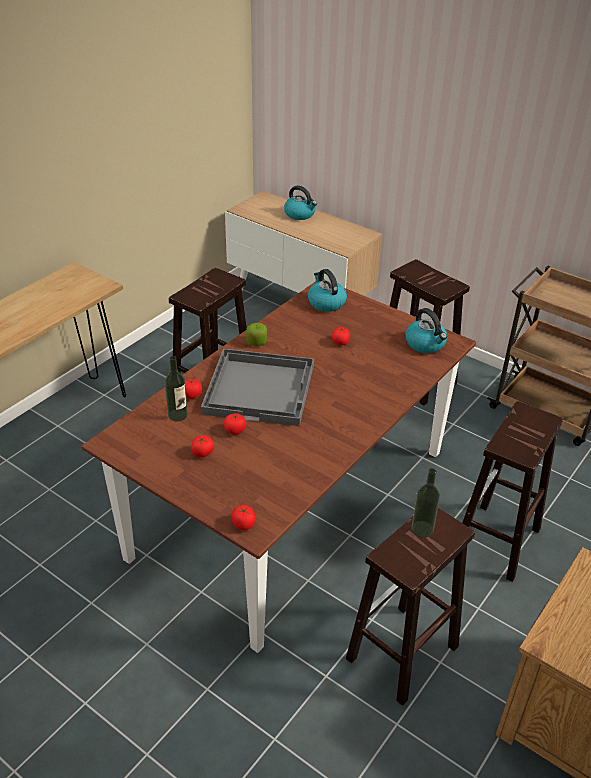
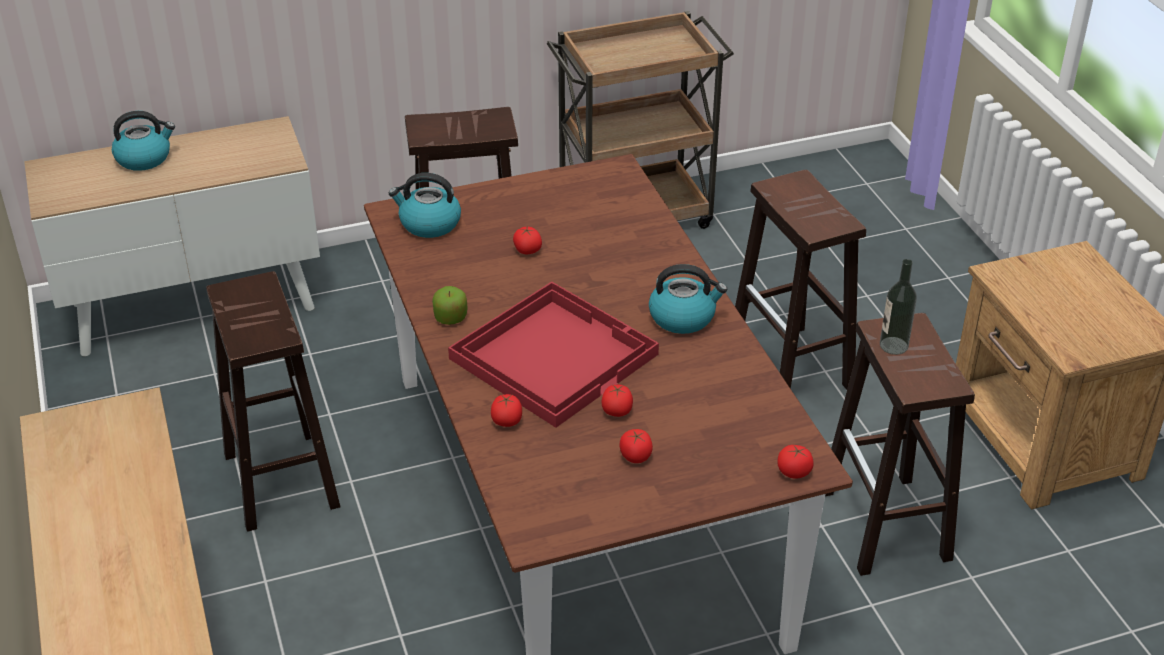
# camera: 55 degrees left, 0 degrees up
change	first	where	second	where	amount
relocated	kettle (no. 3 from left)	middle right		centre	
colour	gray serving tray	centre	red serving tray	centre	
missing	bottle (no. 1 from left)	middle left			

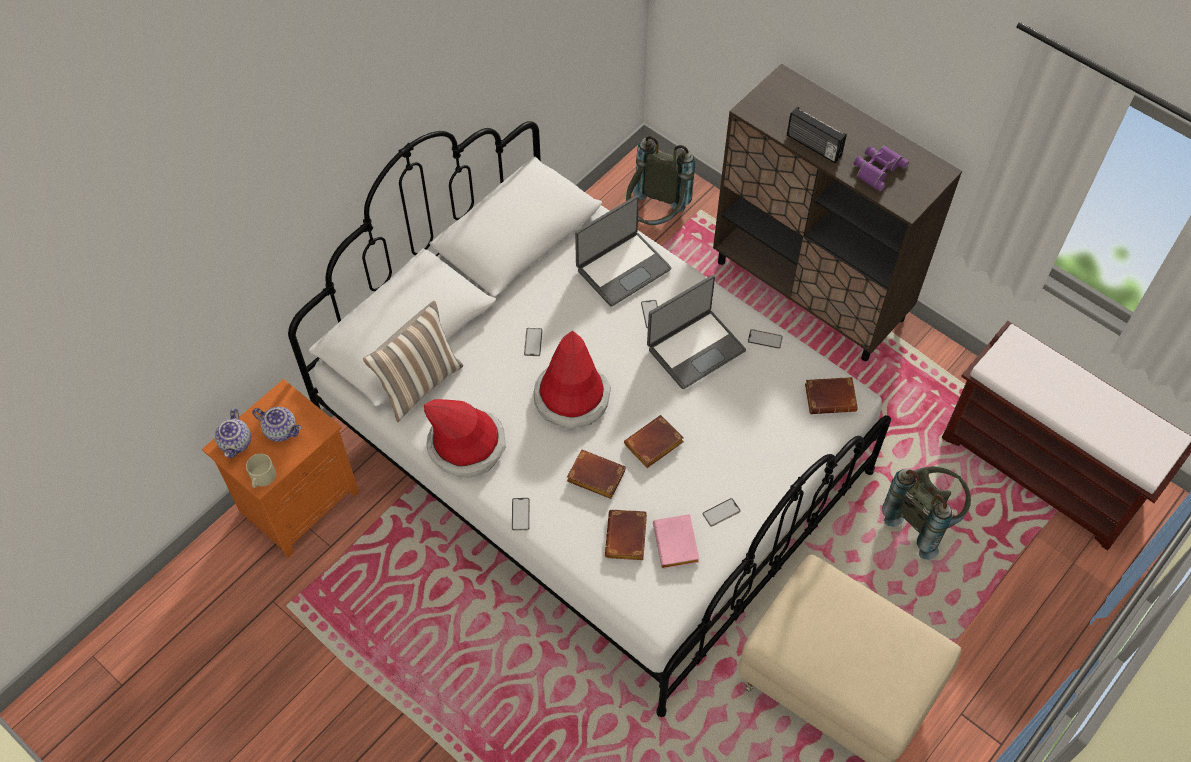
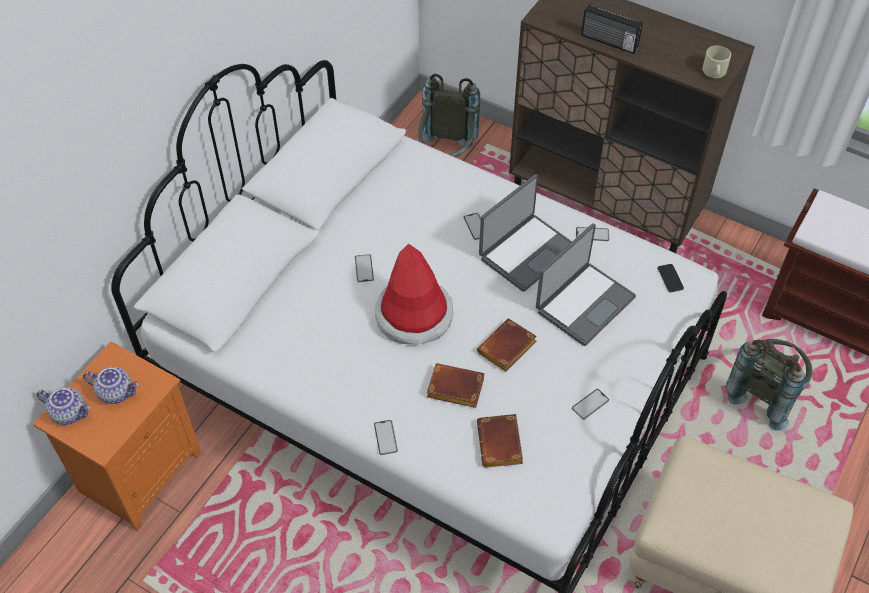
# camera: 10 degrees left, 5 degrees down
change	first	where	second	where	amount
missing	purplish pair of binoculars	top right			
relocated	notebook computer (no. 1 from left in the first image)	top centre	notebook computer (no. 2 from left)	middle right	
missing	cushion	centre			
exchanged	brownish volume (no. 4 from left)	middle right	telephone (no. 6 from left)	middle right	
missing	clothing hat (no. 1 from left)	centre			
spun	tea pot (no. 1 from left)	middle left		bottom left	60 degrees counterclockwise
relocated	sand-coloured mug	middle left		top right	
missing	pink volume	bottom centre			

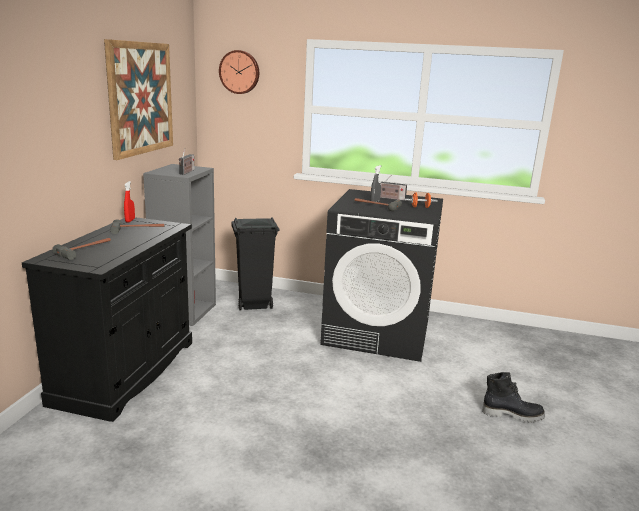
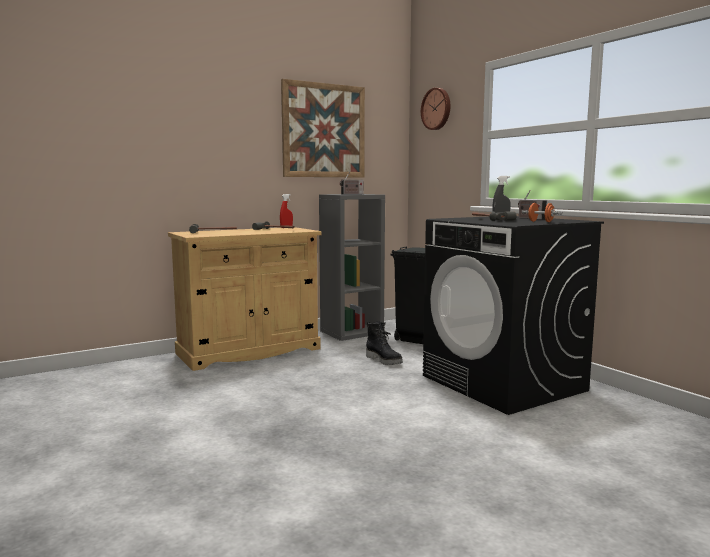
# camera: 45 degrees right, 10 degrees down
change	first	where	second	where	amount
colour	black storage cabinet	middle left	sand-coloured storage cabinet	centre	
relocated	black boot	bottom right		centre	

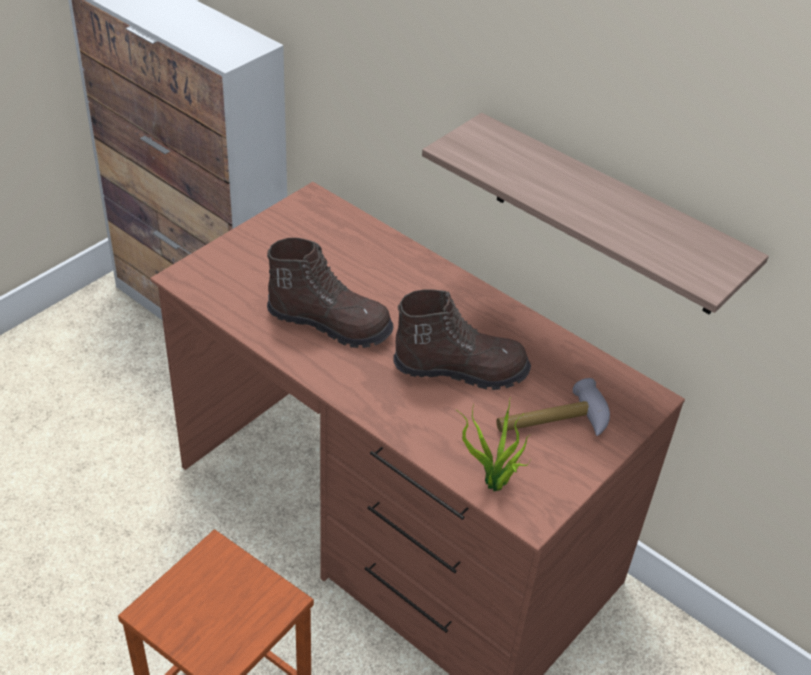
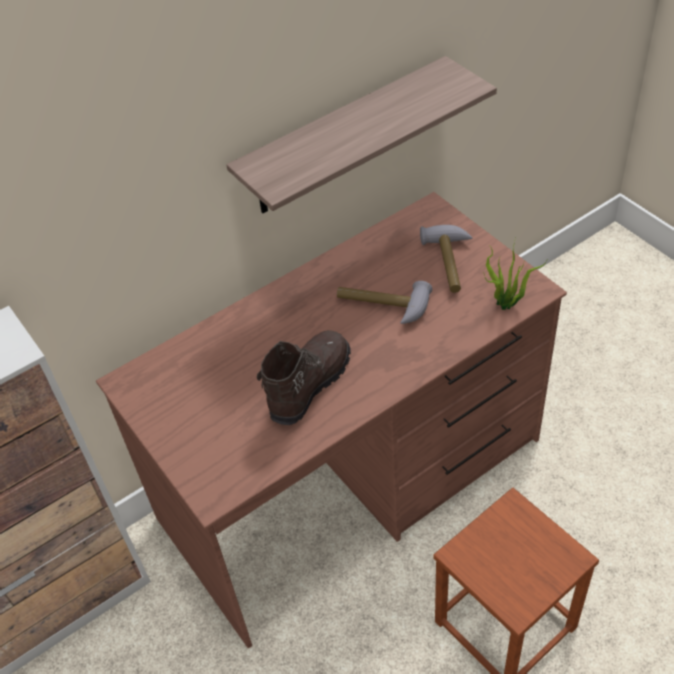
# camera: 70 degrees left, 5 degrees up
change	first	where	second	where	amount
exchanged	brownish boot (no. 2 from left)	centre	hammer (no. 1 from left)	centre	

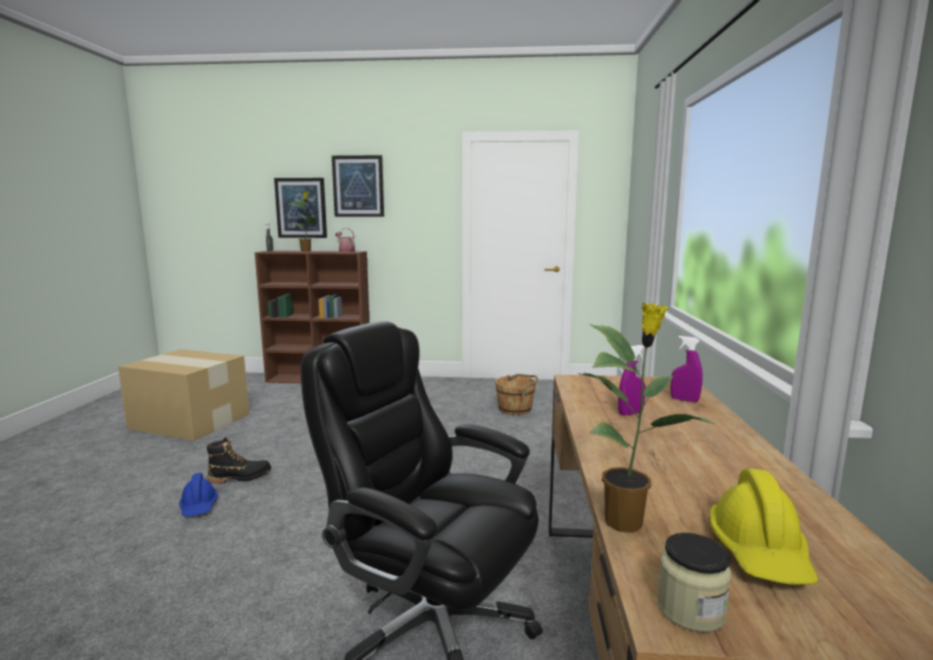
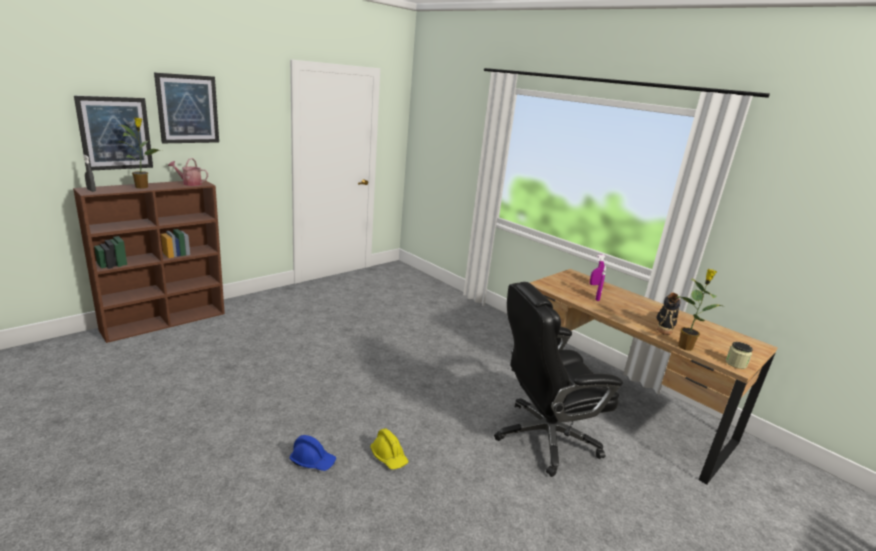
# camera: 50 degrees left, 10 degrees up
change	first	where	second	where	amount
missing	packing box	middle left			
missing	brownish water bucket	centre			
relocated	black boot	bottom left		middle right	
relocated	yellow-coloured work helmet	bottom right		bottom centre	

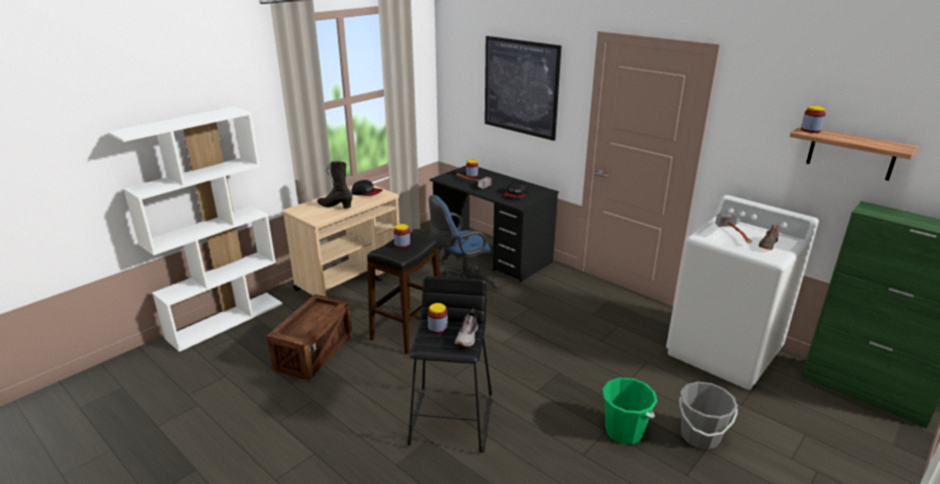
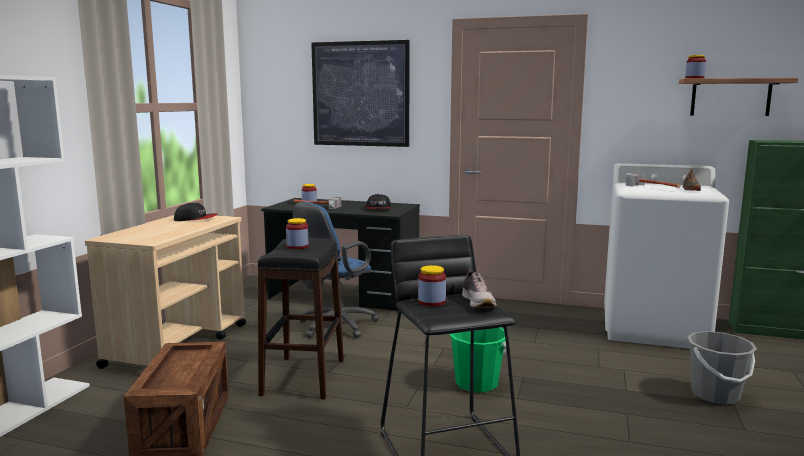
# camera: 25 degrees left, 15 degrees down
change	first	where	second	where	amount
missing	black boot	centre			
relocated	green-coloured water bucket	bottom right		bottom centre	

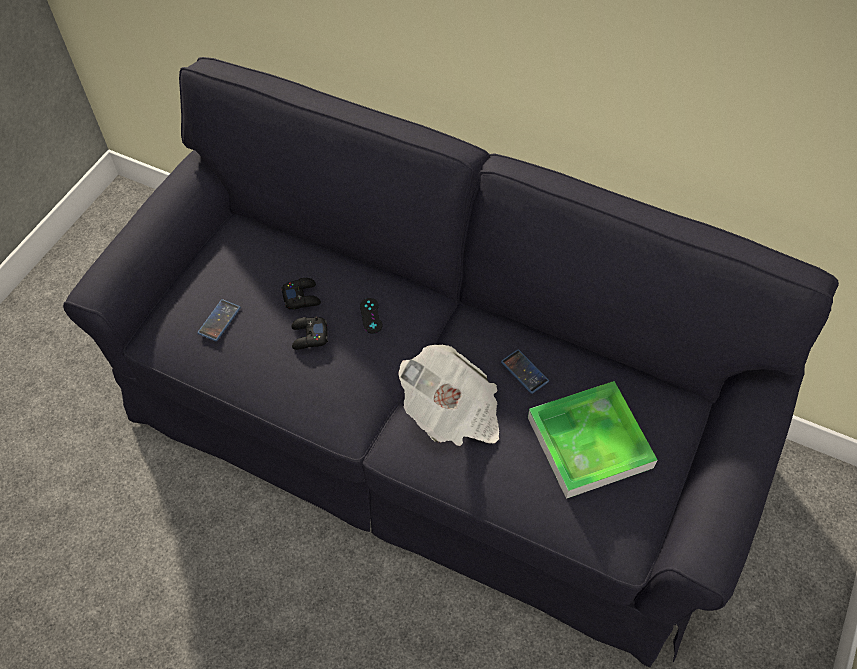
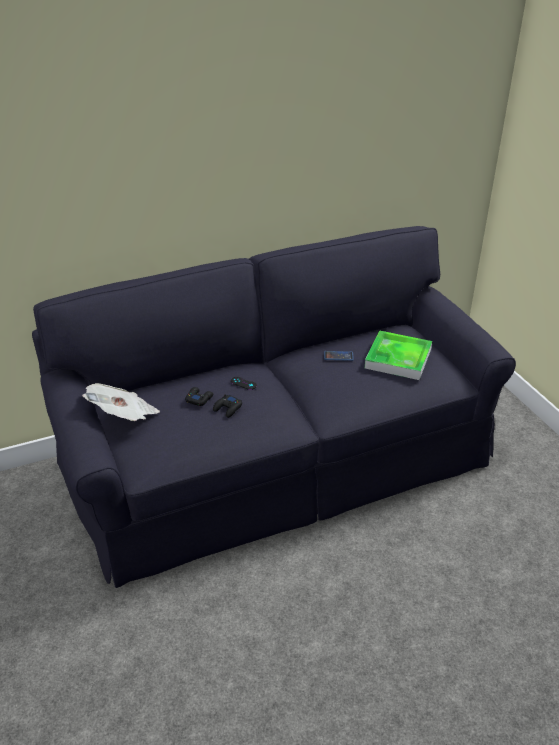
# camera: 50 degrees left, 20 degrees down
change	first	where	second	where	amount
missing	telephone (no. 1 from left)	middle left			
relocated	printed paper	centre		middle left	

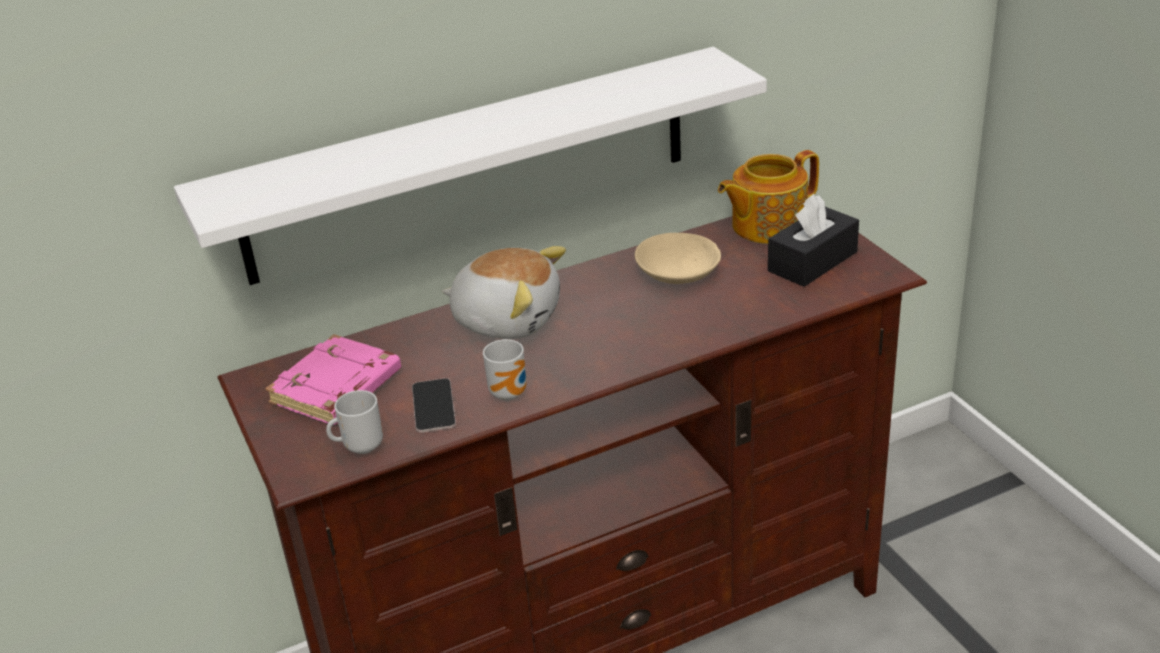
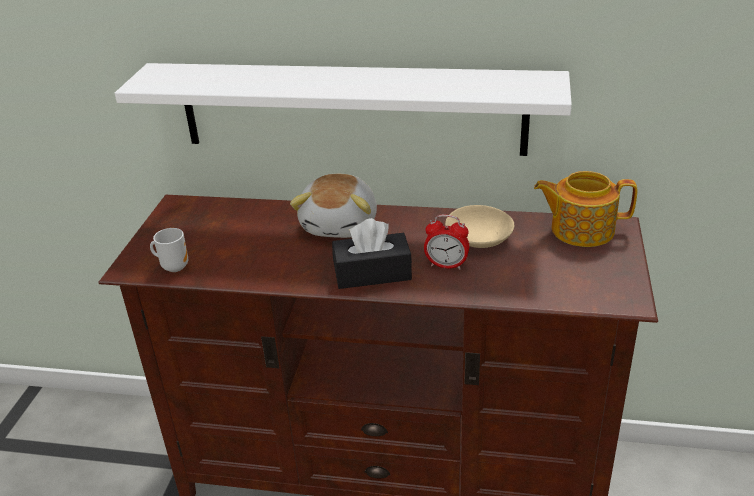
# camera: 35 degrees right, 0 degrees up
change	first	where	second	where	amount
relocated	black box of tissues	middle right		centre	
spun	cuddly toy	centre		centre	45 degrees clockwise
missing	pink volume	middle left			
missing	mug (no. 2 from left)	centre			
missing	telephone	centre			
appeared			alarm clock	centre	

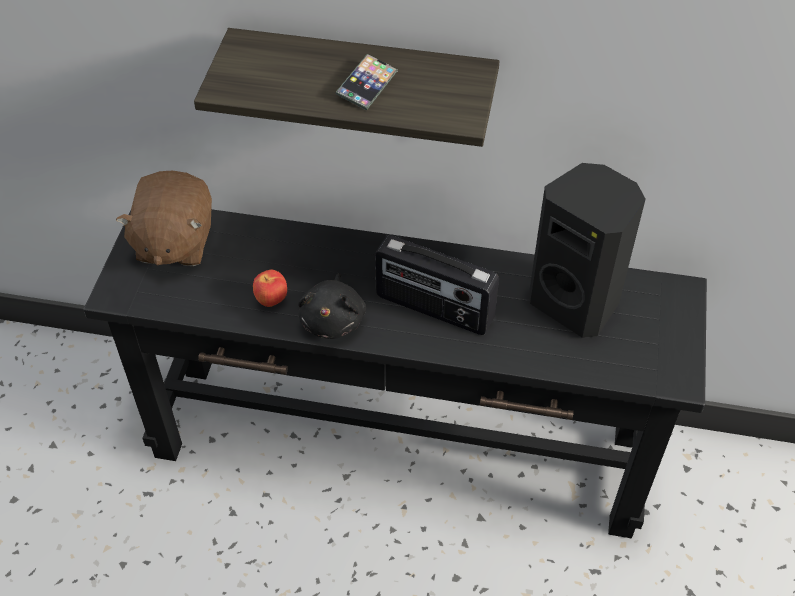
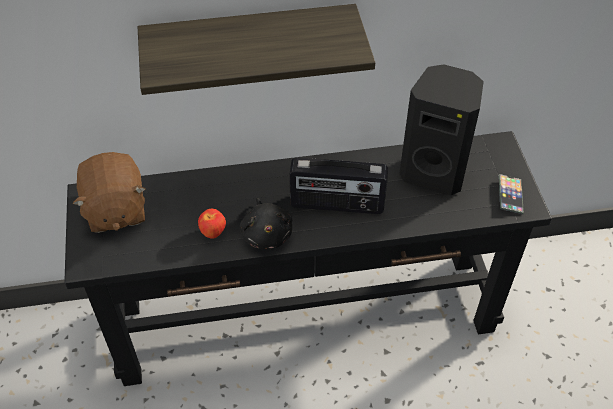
# camera: 20 degrees left, 0 degrees up
change	first	where	second	where	amount
relocated	telephone	top centre		middle right	

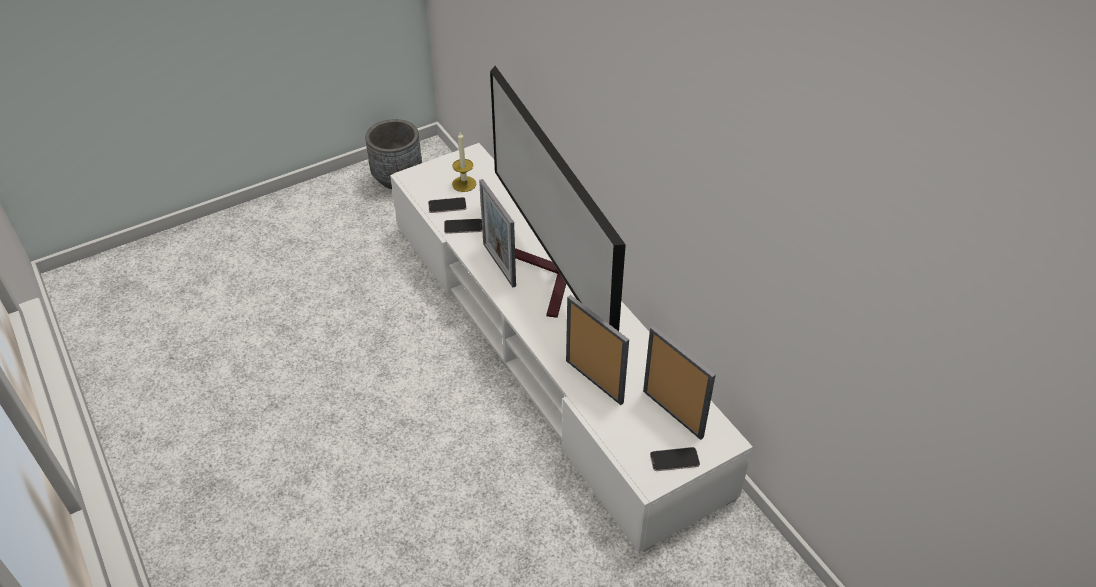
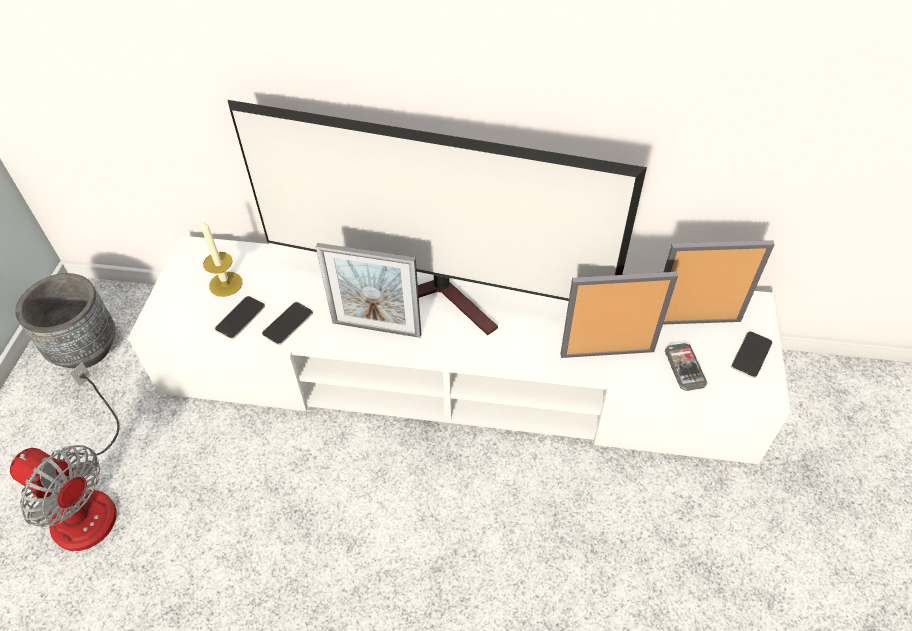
# camera: 50 degrees left, 5 degrees up
change	first	where	second	where	amount
appeared			telephone (no. 3 from left)	middle right	
appeared			electric fan	bottom left	

